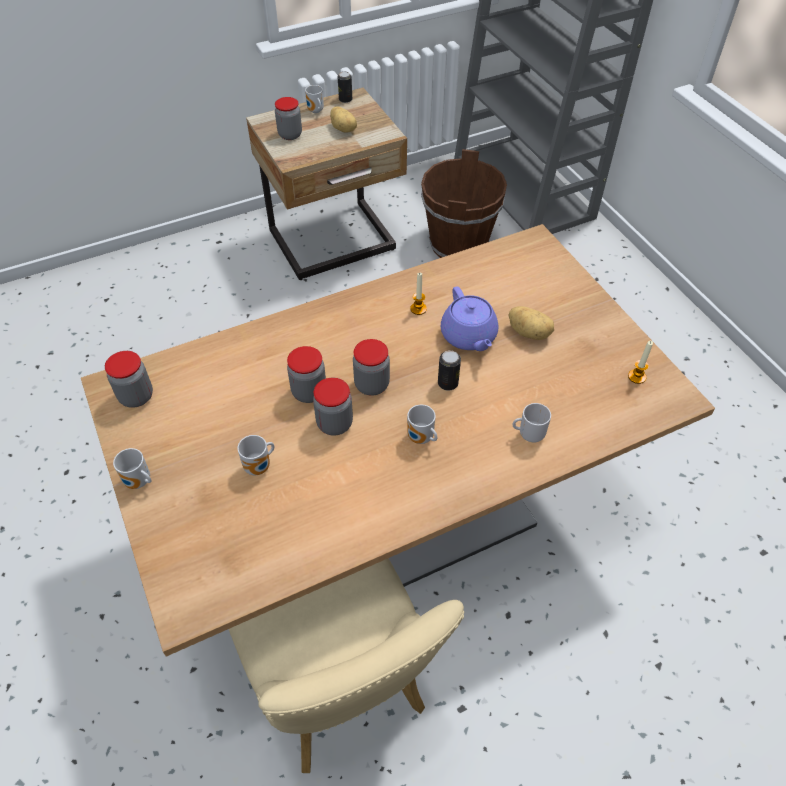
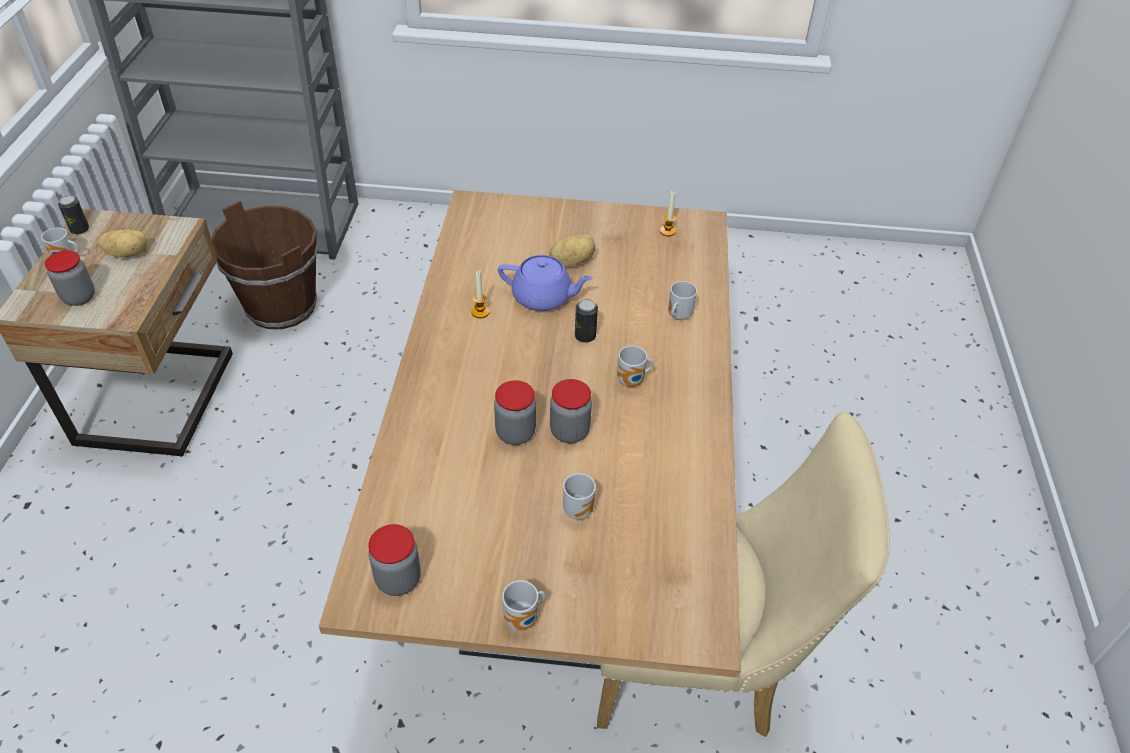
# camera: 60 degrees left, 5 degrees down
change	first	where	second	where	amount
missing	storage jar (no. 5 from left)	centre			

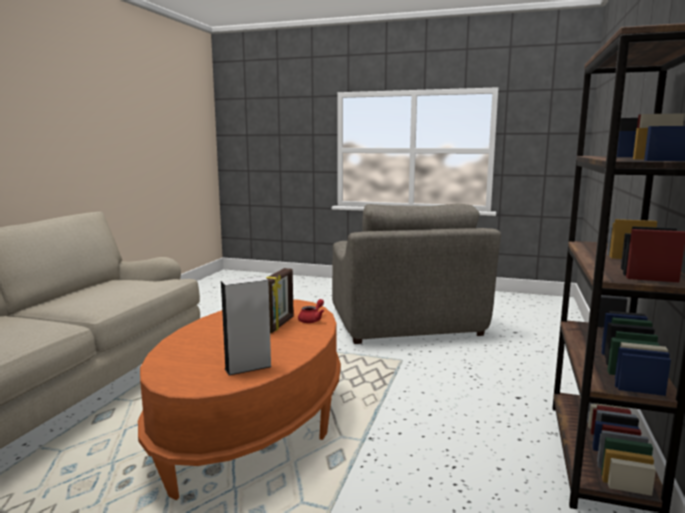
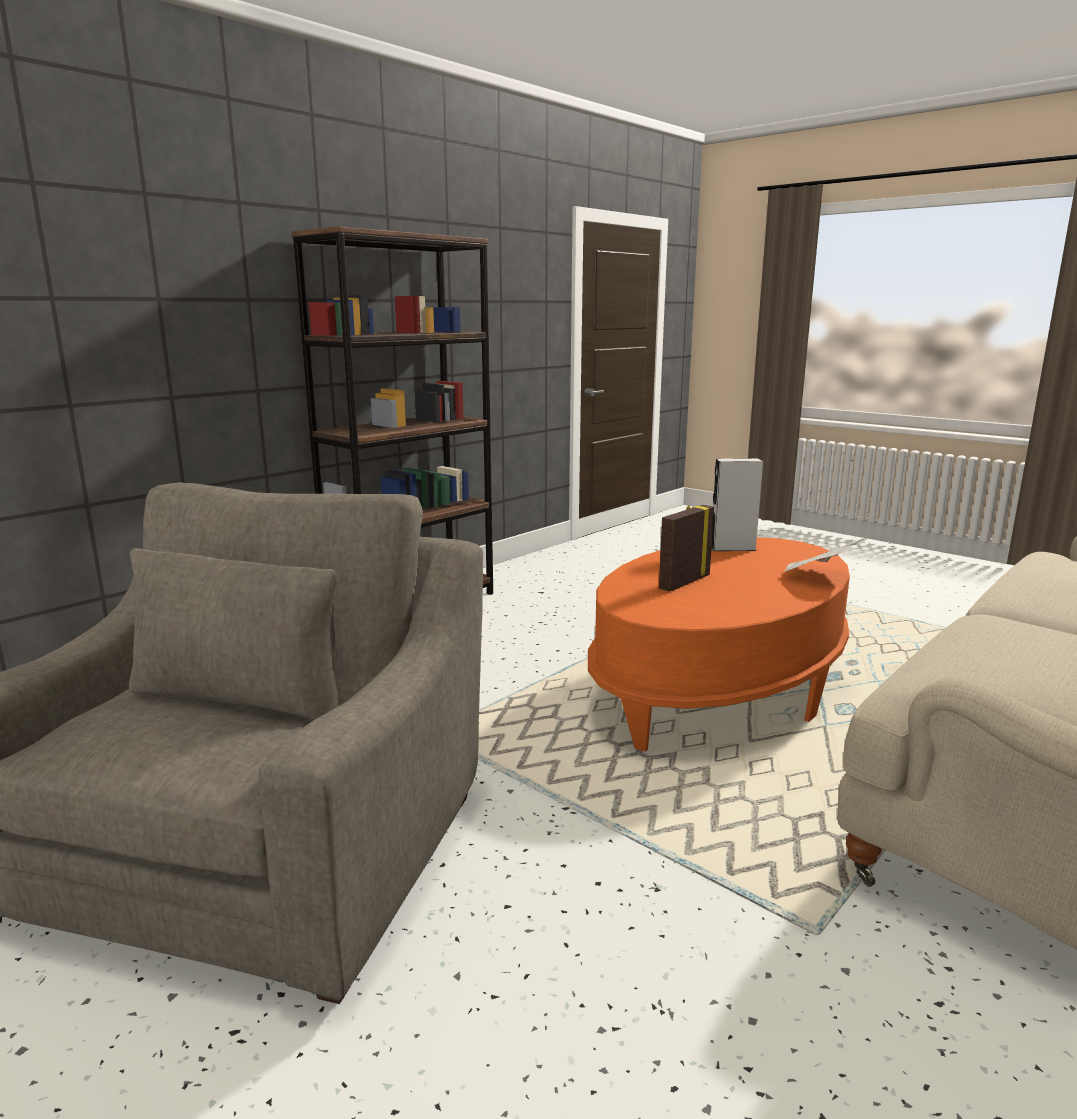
# camera: 155 degrees left, 5 degrees up
change	first	where	second	where	amount
missing	red tea pot	centre			
appeared			printed paper	middle right	

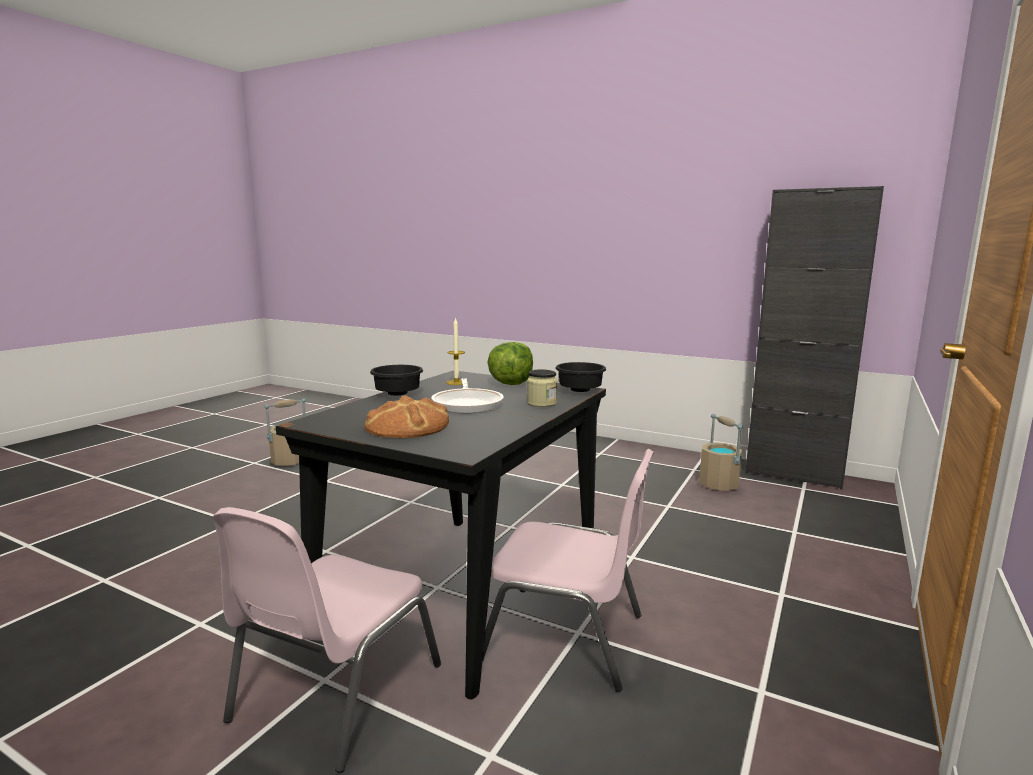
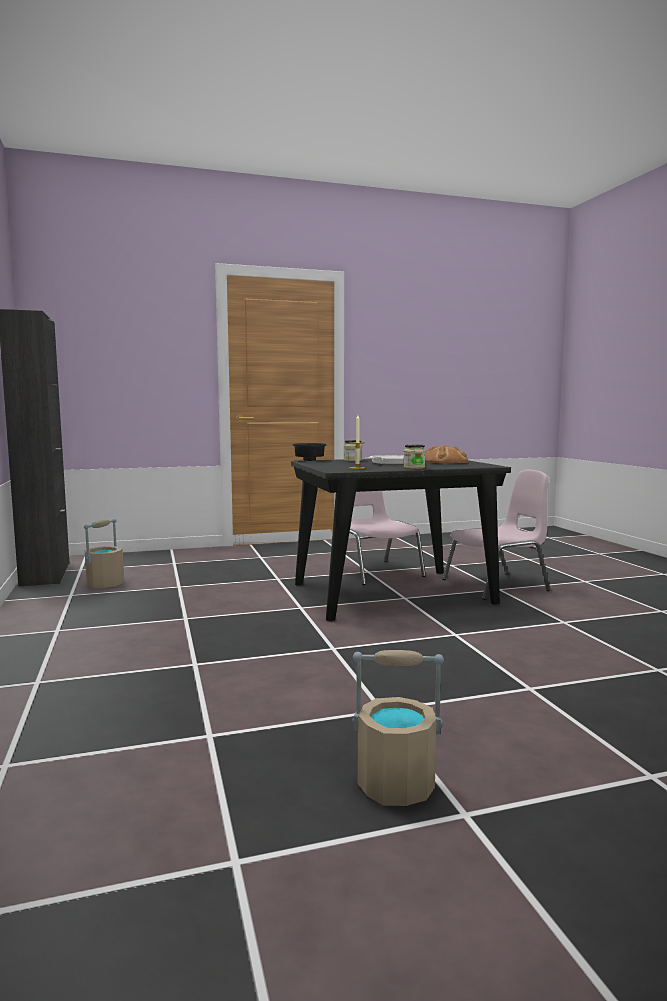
# camera: 135 degrees left, 5 degrees down
change	first	where	second	where	amount
missing	lettuce head	centre			
exchanged	black serving bowl (no. 1 from left)	centre	storage jar (no. 2 from left)	centre	

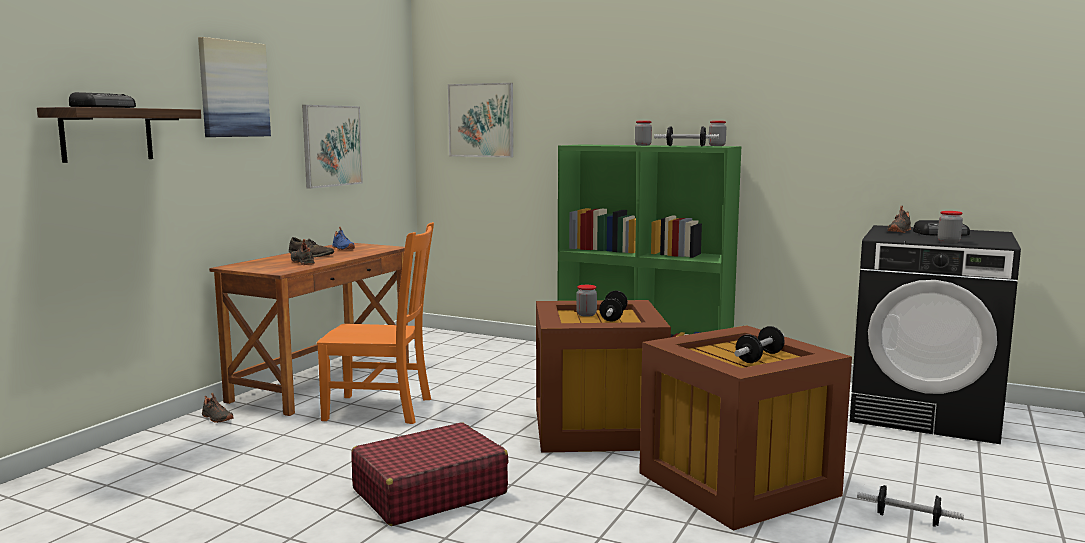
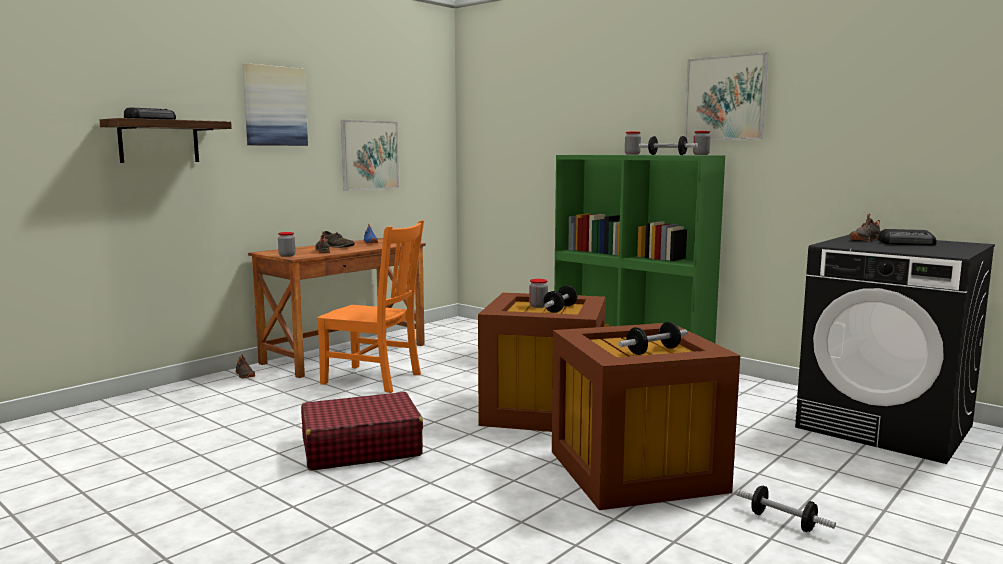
# camera: 15 degrees right, 0 degrees up
change	first	where	second	where	amount
relocated	picture (no. 3 from left)	top centre		top right	
relocated	storage jar (no. 4 from left in the first image)	middle right	storage jar (no. 1 from left)	middle left	

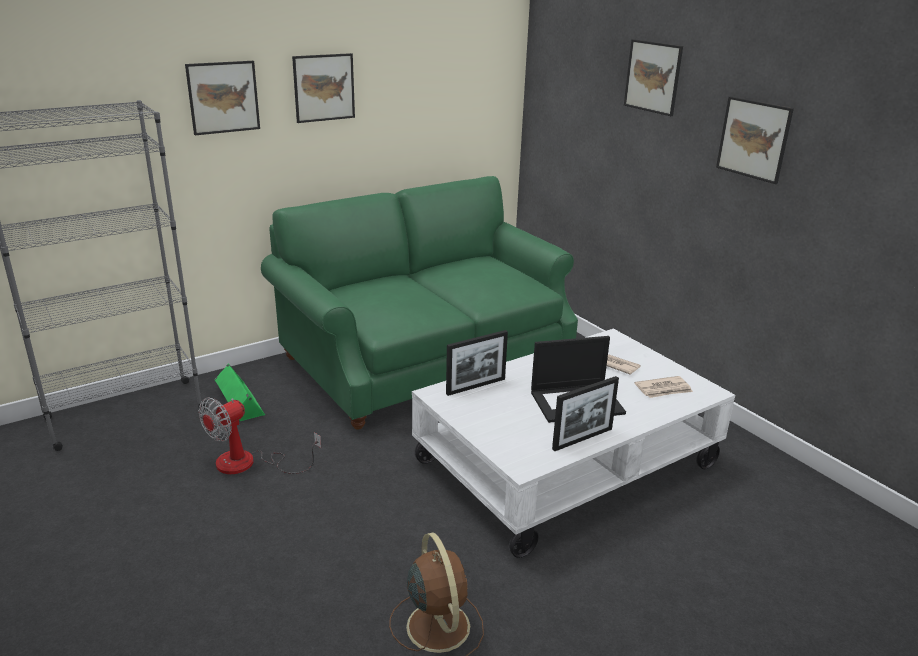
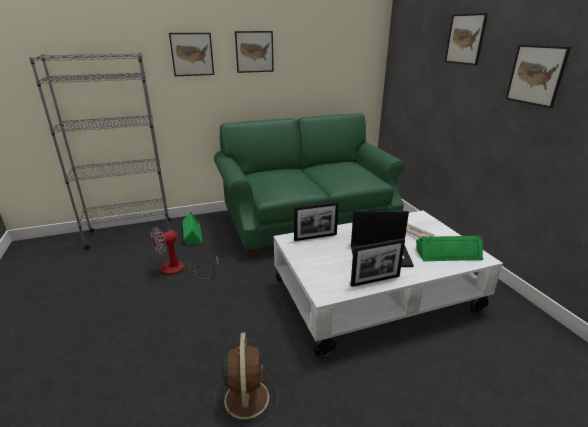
# camera: 15 degrees right, 0 degrees up
change	first	where	second	where	amount
exchanged	printed paper (no. 2 from left)	middle right	green-coloured loudspeaker (no. 2 from left)	middle right	

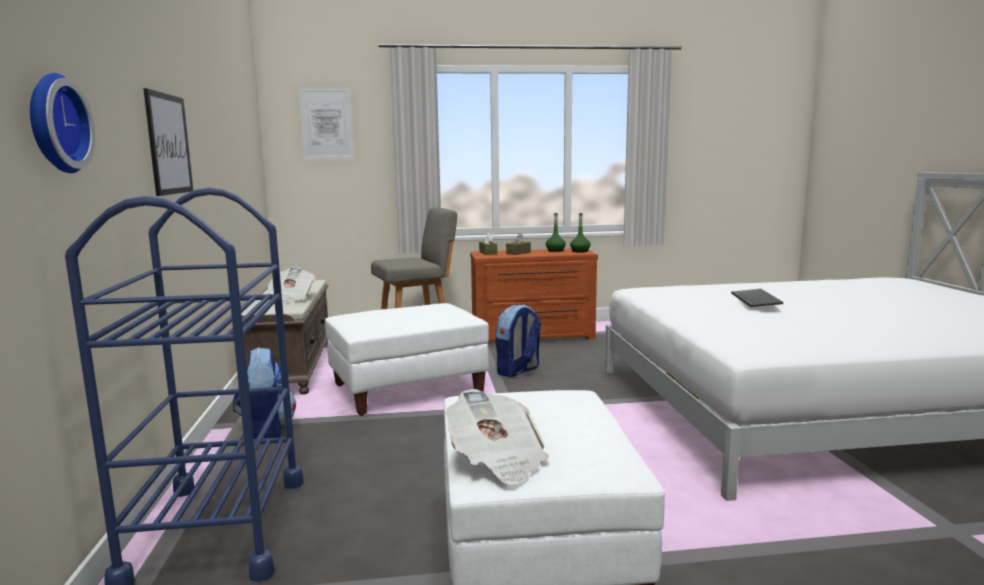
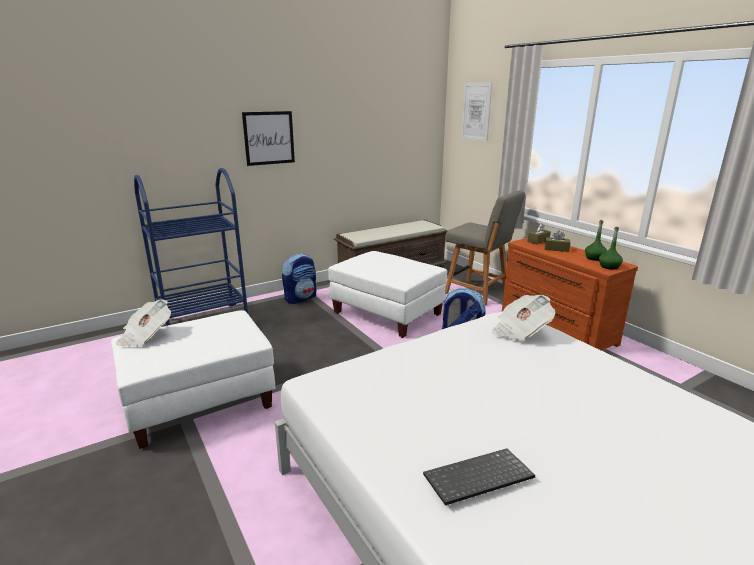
# camera: 65 degrees right, 10 degrees up
change	first	where	second	where	amount
missing	clock on the wall	top left			
relocated	printed paper (no. 1 from left in the first image)	middle left	printed paper (no. 2 from left)	middle right	
relocated	keyboard	middle right		bottom centre	

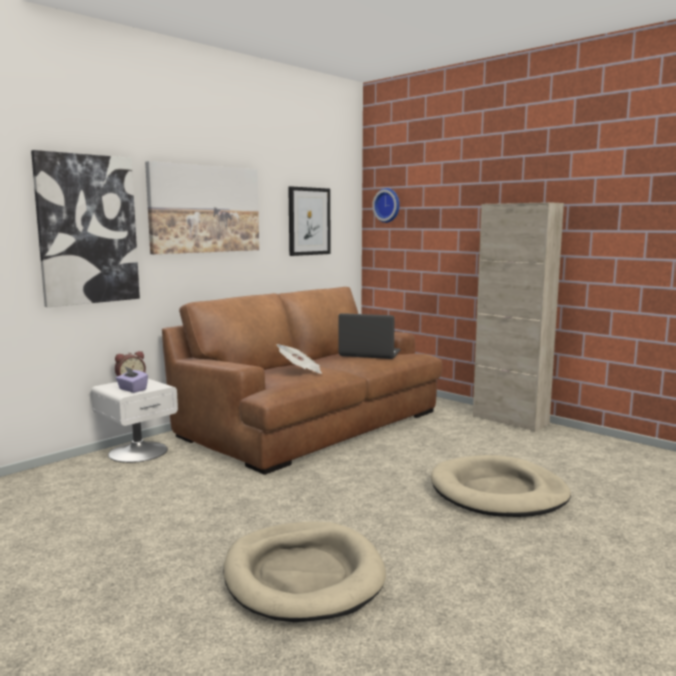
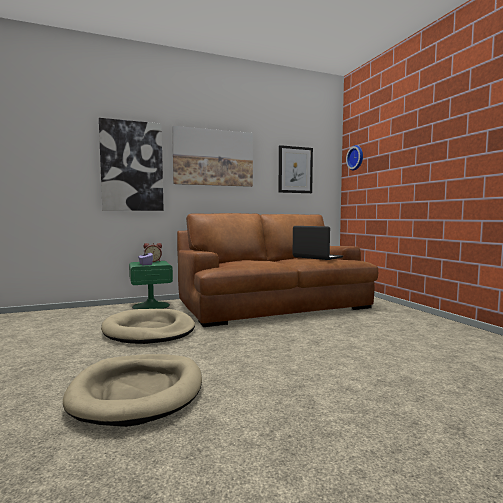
# camera: 25 degrees right, 5 degrees down
change	first	where	second	where	amount
missing	sand-coloured storage cabinet	middle right			
missing	printed paper	centre			
colour	white-coloured night table	middle left	green-coloured night table	middle left	
relocated	sand-coloured pet bed (no. 2 from left)	bottom right		middle left	

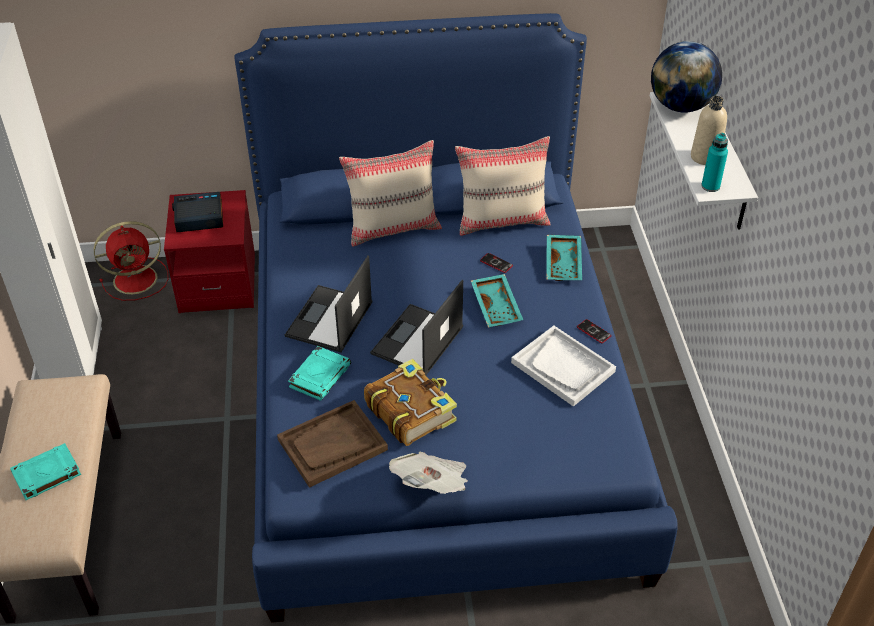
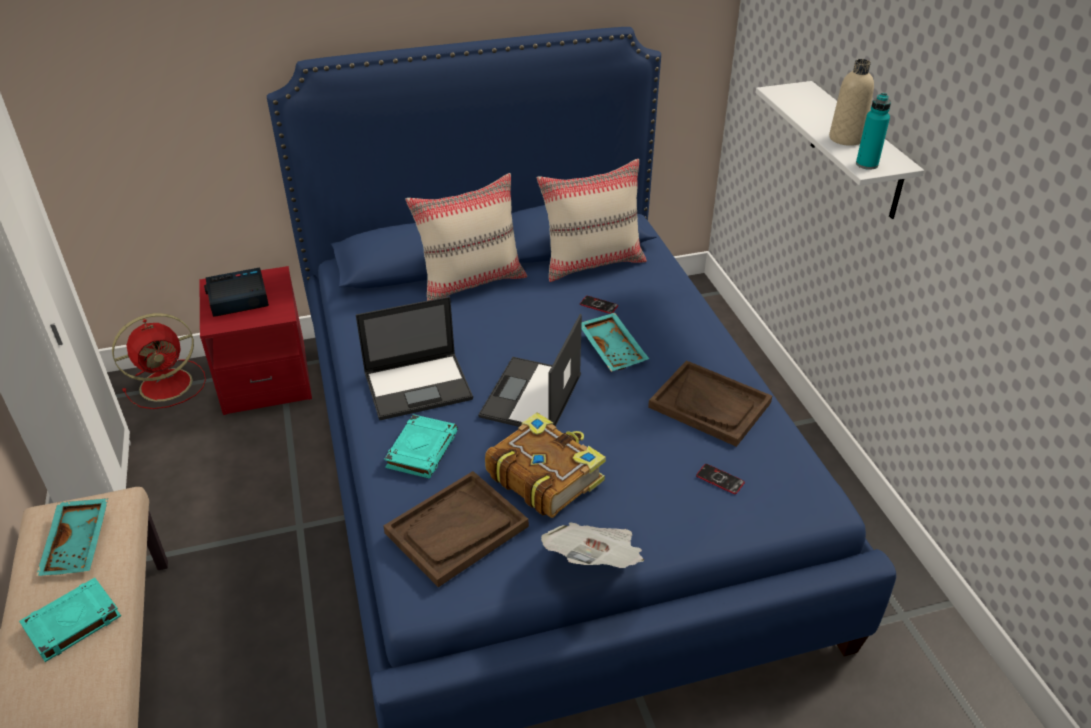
# camera: 10 degrees left, 5 degrees down
change	first	where	second	where	amount
missing	world globe	top right			
relocated	turquoise-coloured serving tray (no. 2 from left in the first image)	centre	turquoise-coloured serving tray (no. 1 from left)	bottom left	
spun	notebook computer (no. 1 from left)	centre		centre	120 degrees counterclockwise
relocated	telephone (no. 2 from left)	middle right		centre	
colour	white-coloured serving tray	centre	brownish serving tray (no. 2 from left)	centre	

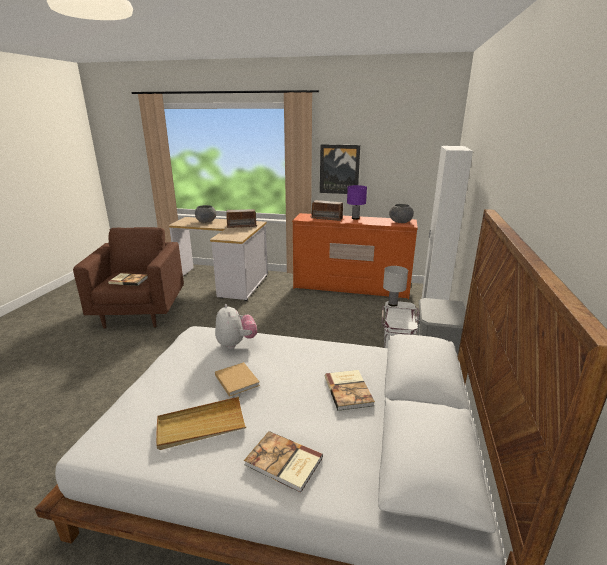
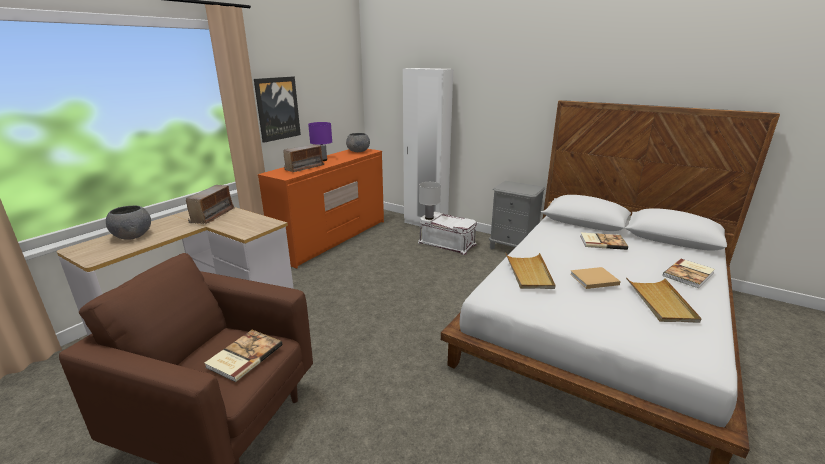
# camera: 70 degrees left, 0 degrees up
change	first	where	second	where	amount
exchanged	cuddly toy	centre	sand-coloured serving tray (no. 1 from left)	centre	

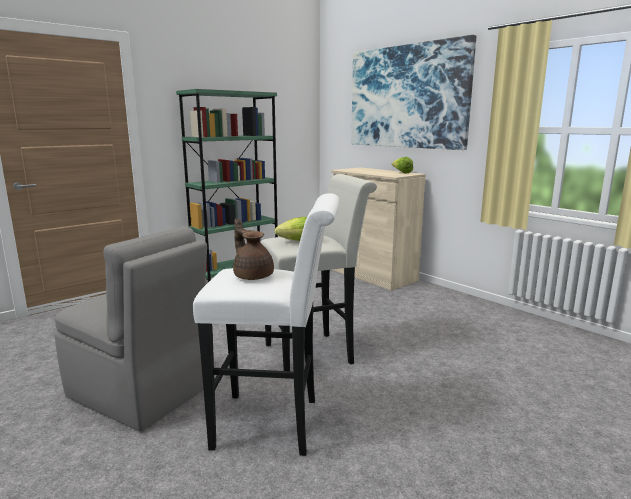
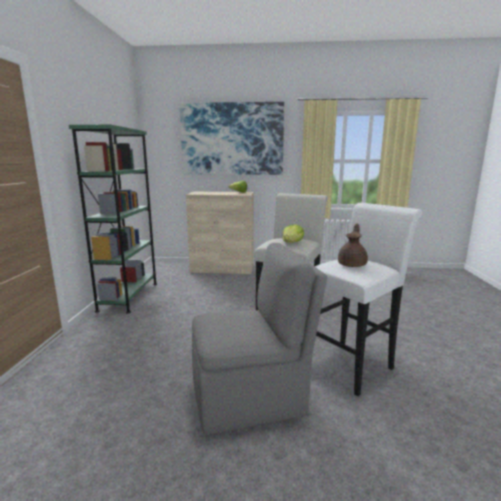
# camera: 45 degrees left, 0 degrees up
change	first	where	second	where	amount
spun	brownish tea pot	centre		middle right	105 degrees clockwise

